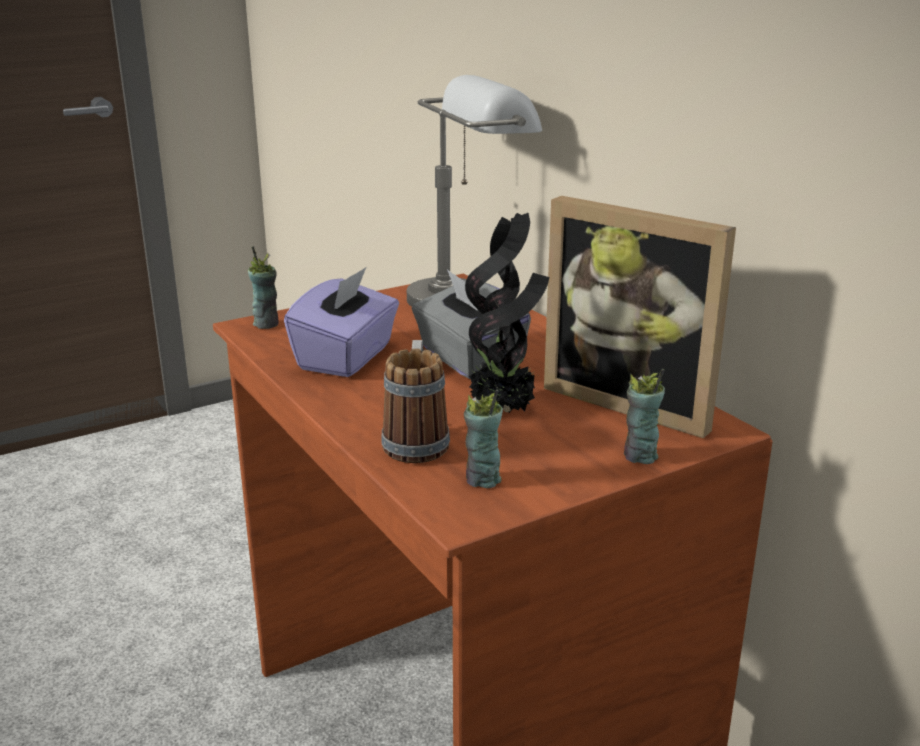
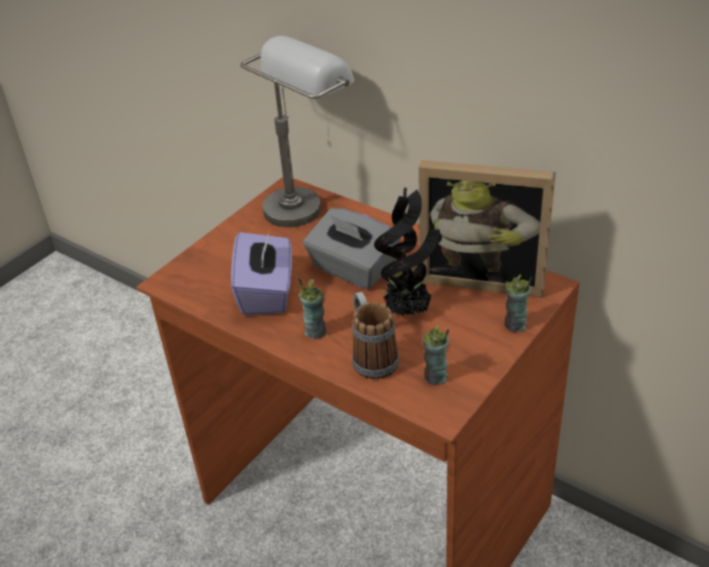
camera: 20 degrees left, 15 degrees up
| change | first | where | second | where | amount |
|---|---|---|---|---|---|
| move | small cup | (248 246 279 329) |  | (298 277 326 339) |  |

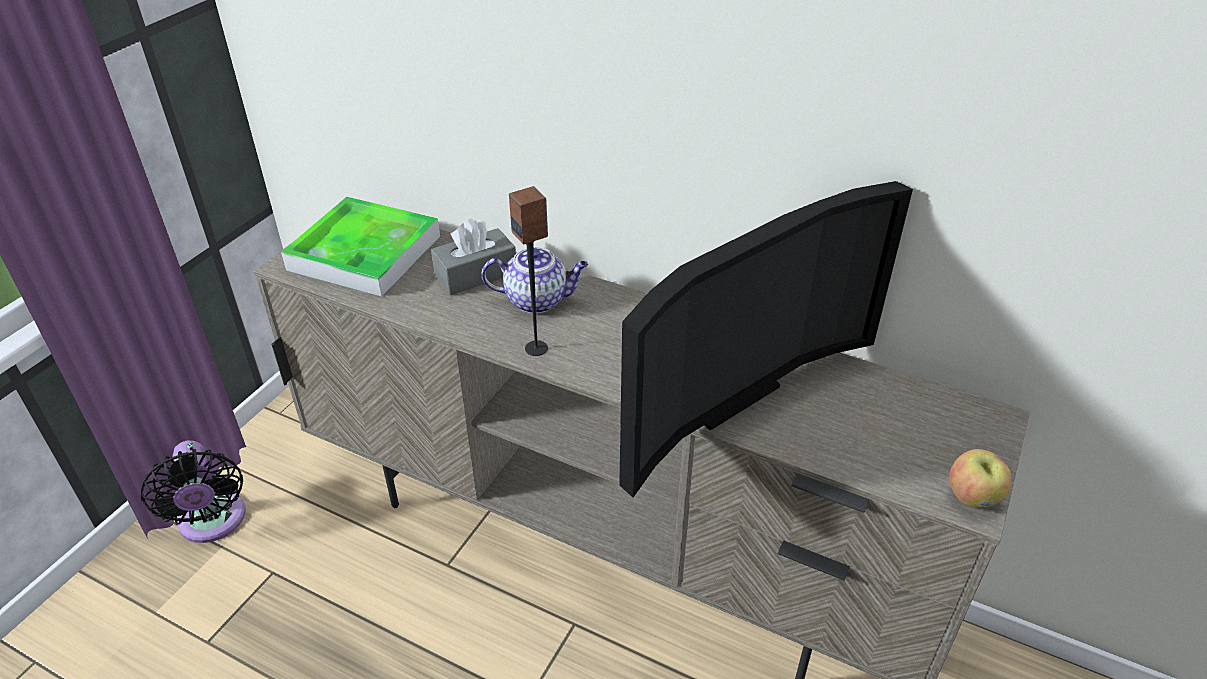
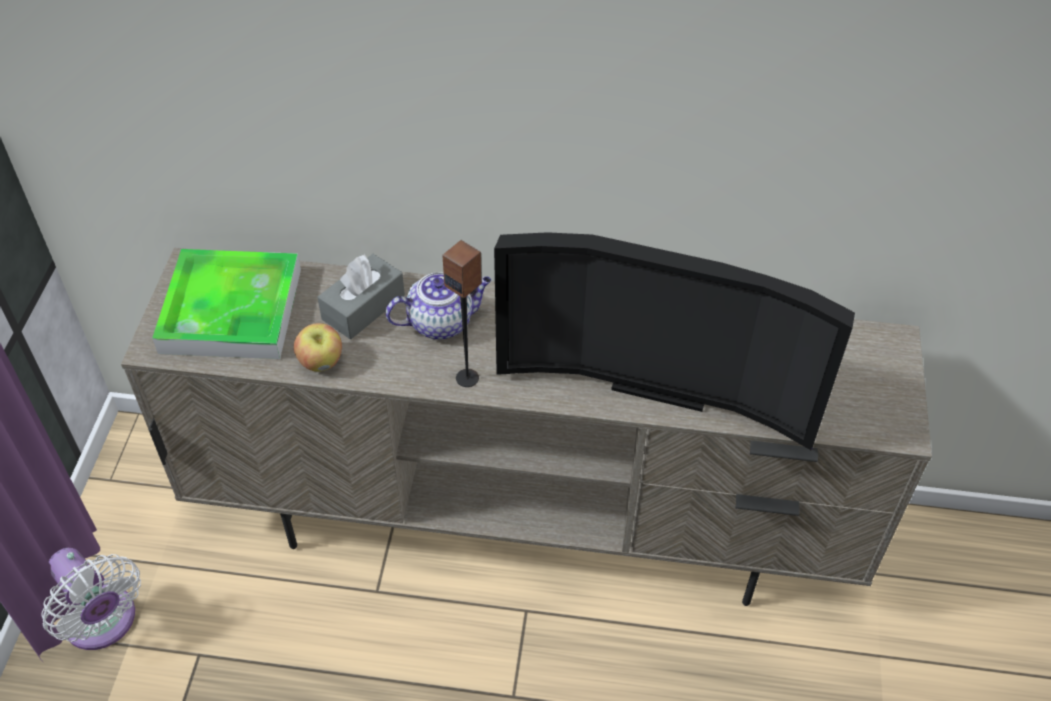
camera: 20 degrees left, 10 degrees up
| change | first | where | second | where | amount |
|---|---|---|---|---|---|
| move | whole apple | (949 449 1012 507) |  | (294 323 342 372) |  |
| recolor | blackish fan | (140 440 245 543) | white-coloured fan | (42 548 141 650) |  |
| rotate | TV | (619 181 913 498) |  | (494 232 855 451) | 75 degrees clockwise |

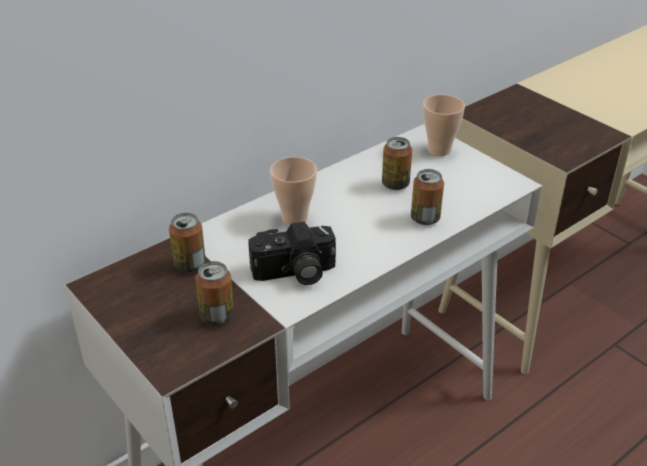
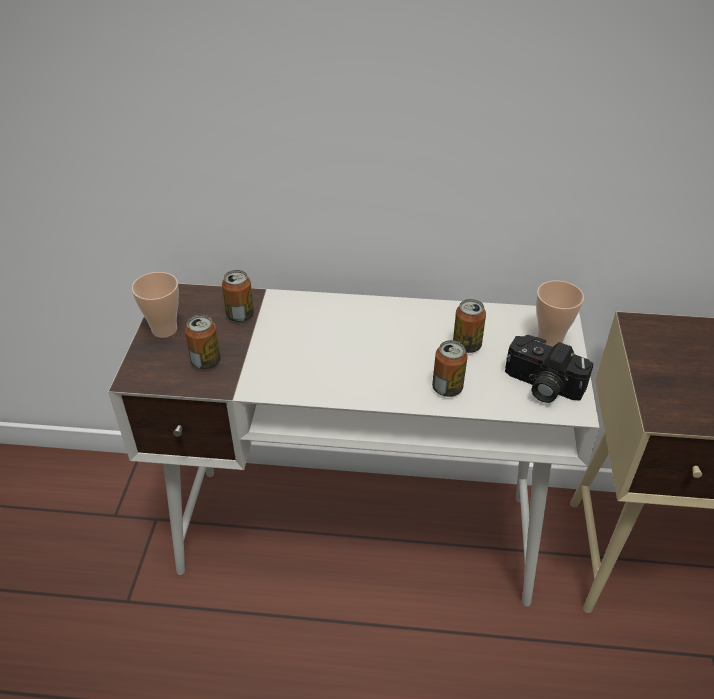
camera: 45 degrees right, 5 degrees up
| change | first | where | second | where | amount |
|---|---|---|---|---|---|
| move | photo camera | (248 222 336 285) |  | (505 335 593 403) |  |
| move | small cup | (270 157 317 225) |  | (132 272 179 338) |  |

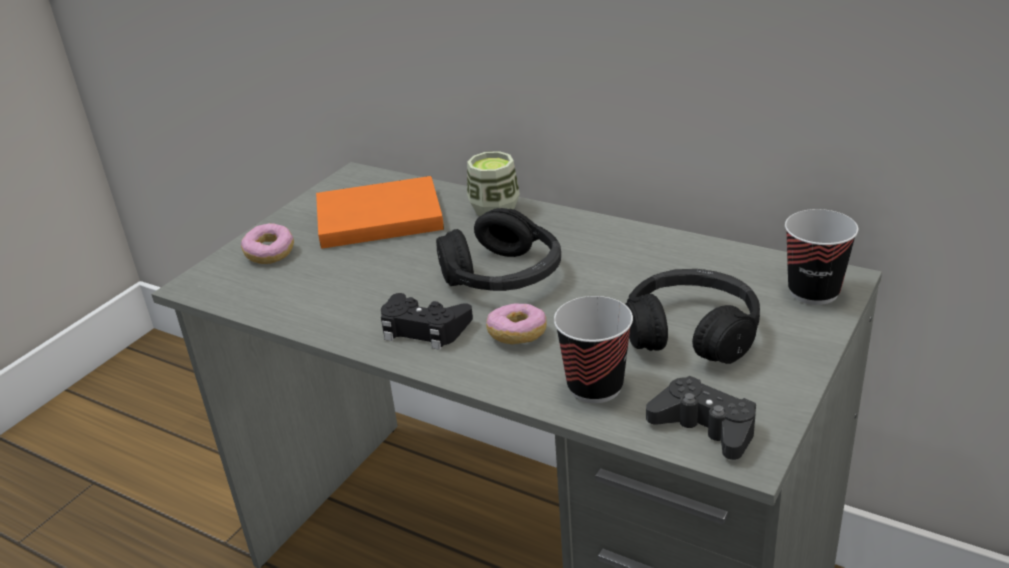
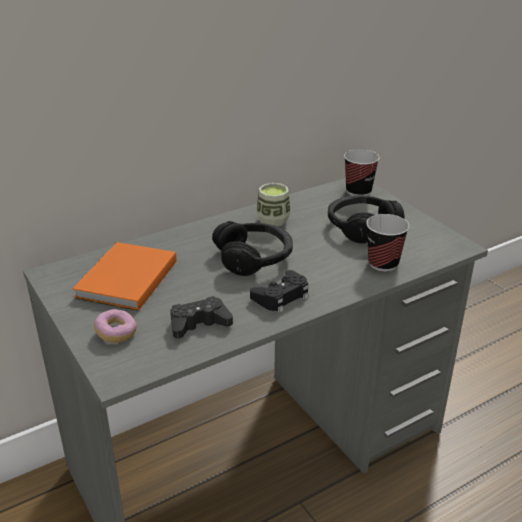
camera: 65 degrees left, 0 degrees up
| change | first | where | second | where | amount |
|---|---|---|---|---|---|
| delete | doughnut | (486 304 547 344) |  |  |  |
| move | small cup | (467 151 520 216) |  | (257 183 291 227) |  |
| move | blackish gamepad | (646 376 756 460) |  | (170 296 233 338) |  |

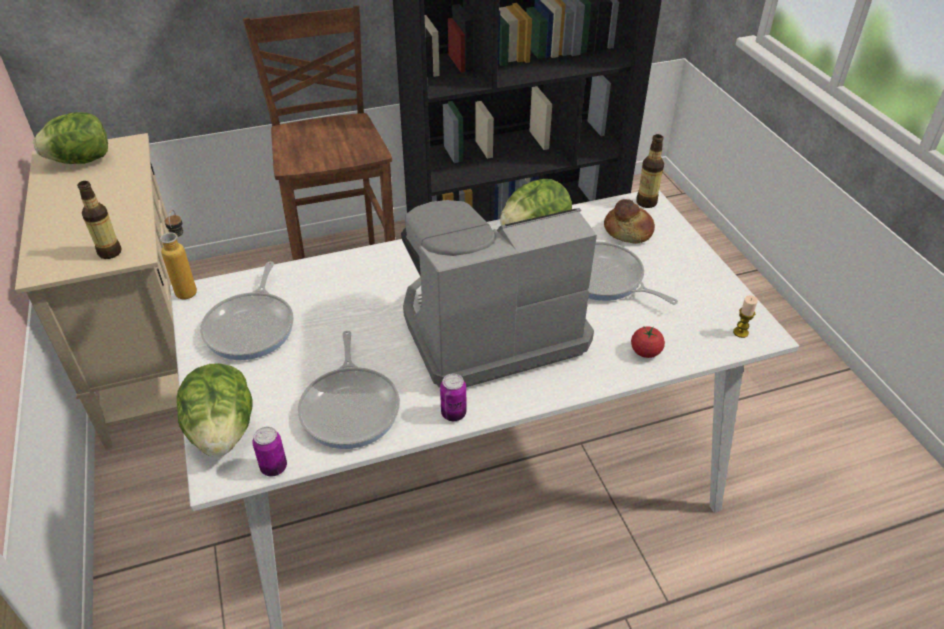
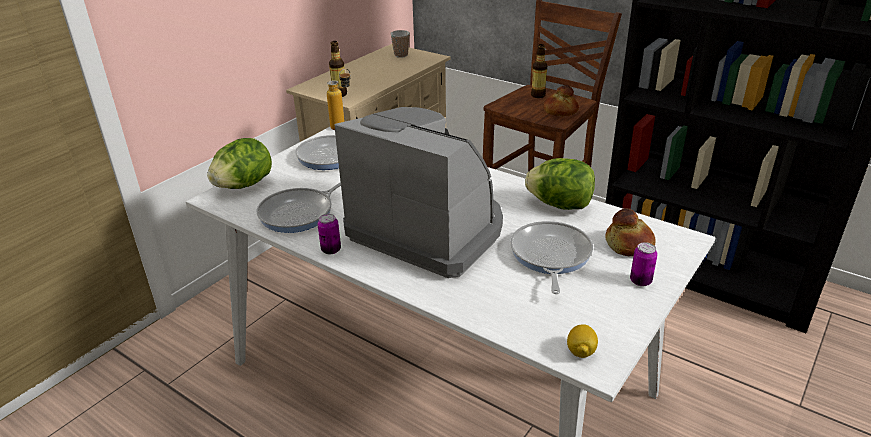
camera: 55 degrees right, 10 degrees down
| change | first | where | second | where | amount |
|---|---|---|---|---|---|
| delete | fresh tomato | (631 326 665 358) |  |  |  |
| insert |  |  | bakery bread | (543 85 579 116) |  |
| move | metal can | (252 427 287 476) |  | (630 242 658 286) |  |
| move | beverage bottle | (636 134 664 208) |  | (531 44 547 98) |  |
| replace | lettuce | (33 112 108 164) | small cup | (390 30 410 58) |  |
| replace | wax candle | (733 295 758 338) | lemon | (567 324 598 358) |  |

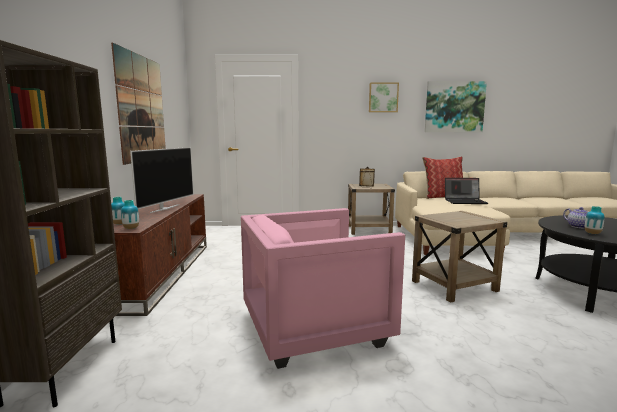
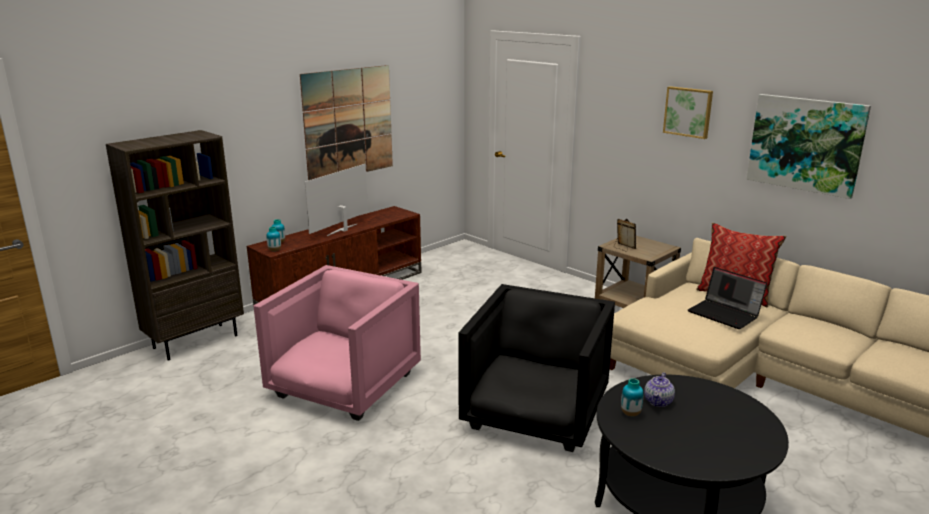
camera: 45 degrees right, 10 degrees up
| change | first | where | second | where | amount |
|---|---|---|---|---|---|
| replace | beige end table | (412 211 507 302) | blackish lounge chair | (458 284 615 452) |  |
| rotate | TV | (130 147 194 213) |  | (305 164 368 236) | 150 degrees clockwise |
| rotate | pinkish lounge chair | (241 208 405 369) |  | (254 265 421 421) | 90 degrees clockwise |

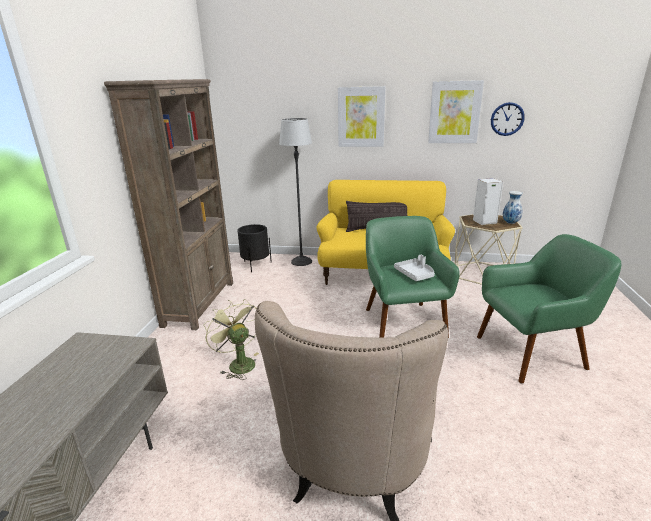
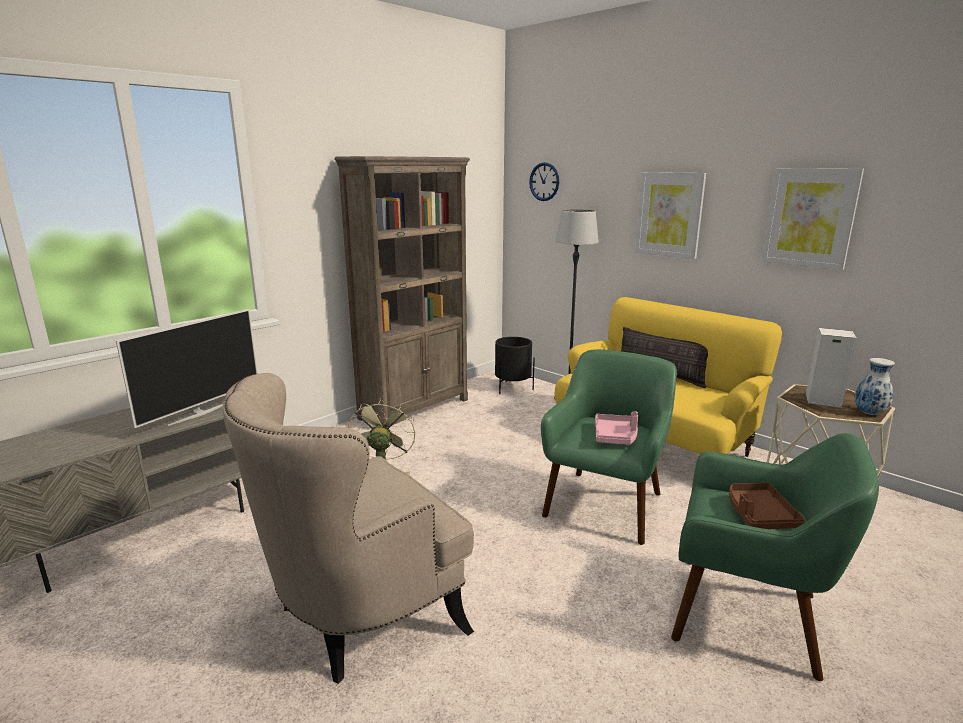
camera: 35 degrees right, 5 degrees down
| change | first | where | second | where | amount |
|---|---|---|---|---|---|
| insert |  |  | TV | (116 309 258 428) |  |
| insert |  |  | brownish carrying tray | (729 483 806 529) |  |
| move | clock on the wall | (491 102 525 136) |  | (529 162 559 201) |  |
| recolor | gray carrying tray | (394 255 435 281) | pinkish carrying tray | (595 411 638 445) |  |

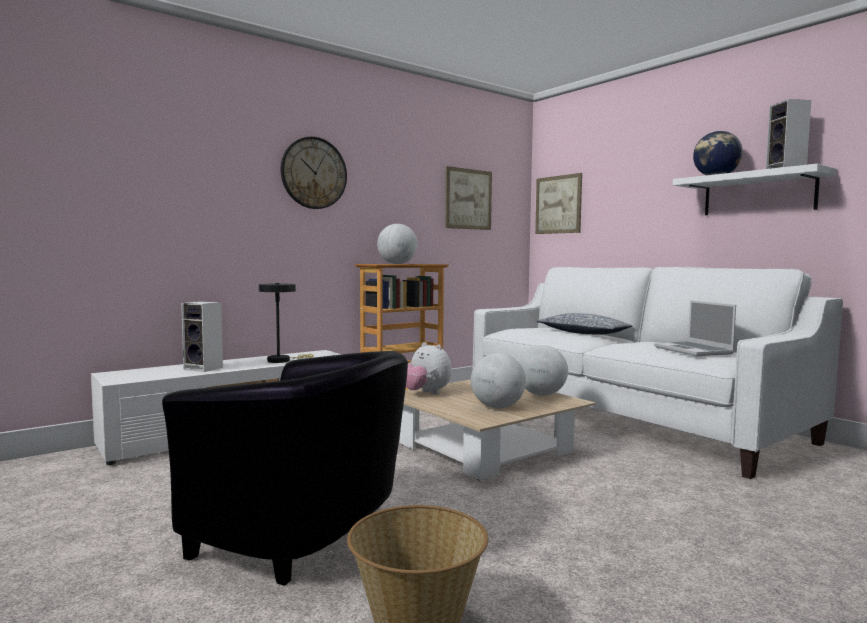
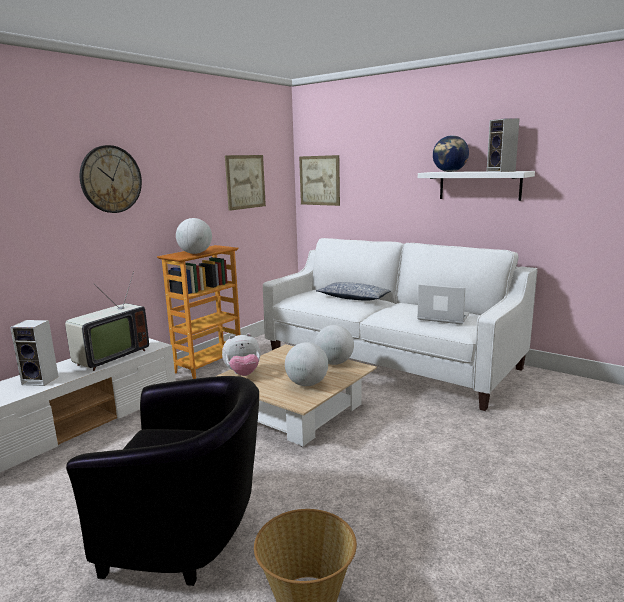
camera: 15 degrees left, 10 degrees up
| change | first | where | second | where | amount |
|---|---|---|---|---|---|
| replace | blackish table lamp | (259 283 314 363) | TV | (65 271 149 371) |  |
| rotate | soft toy | (406 342 452 394) |  | (222 333 261 376) | 45 degrees counterclockwise |
| rotate | portable computer | (654 300 736 356) |  | (417 284 469 324) | 150 degrees clockwise |

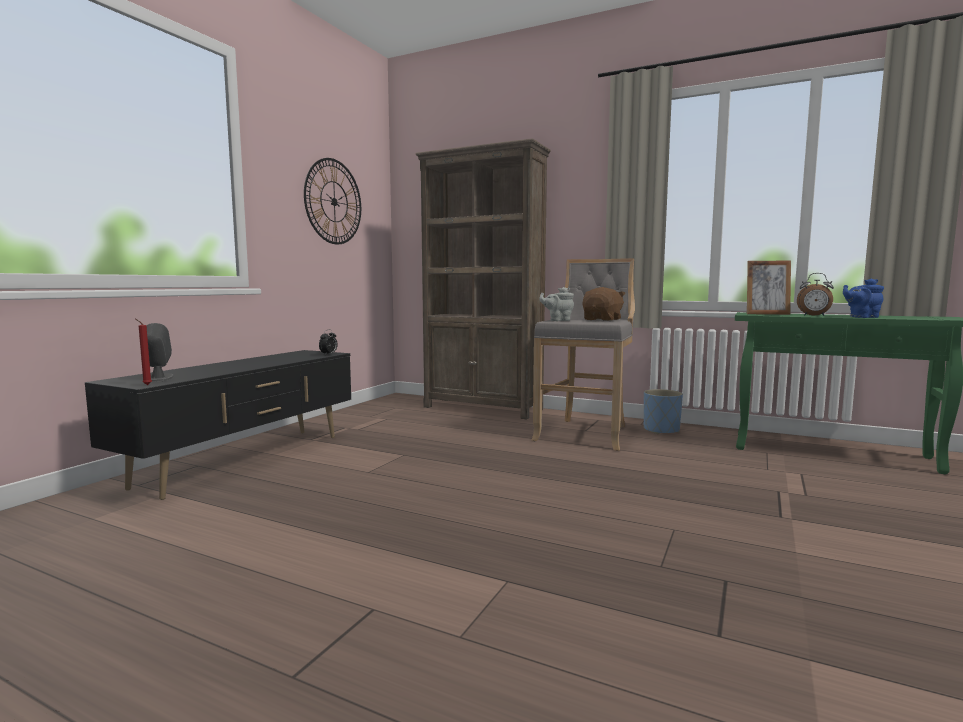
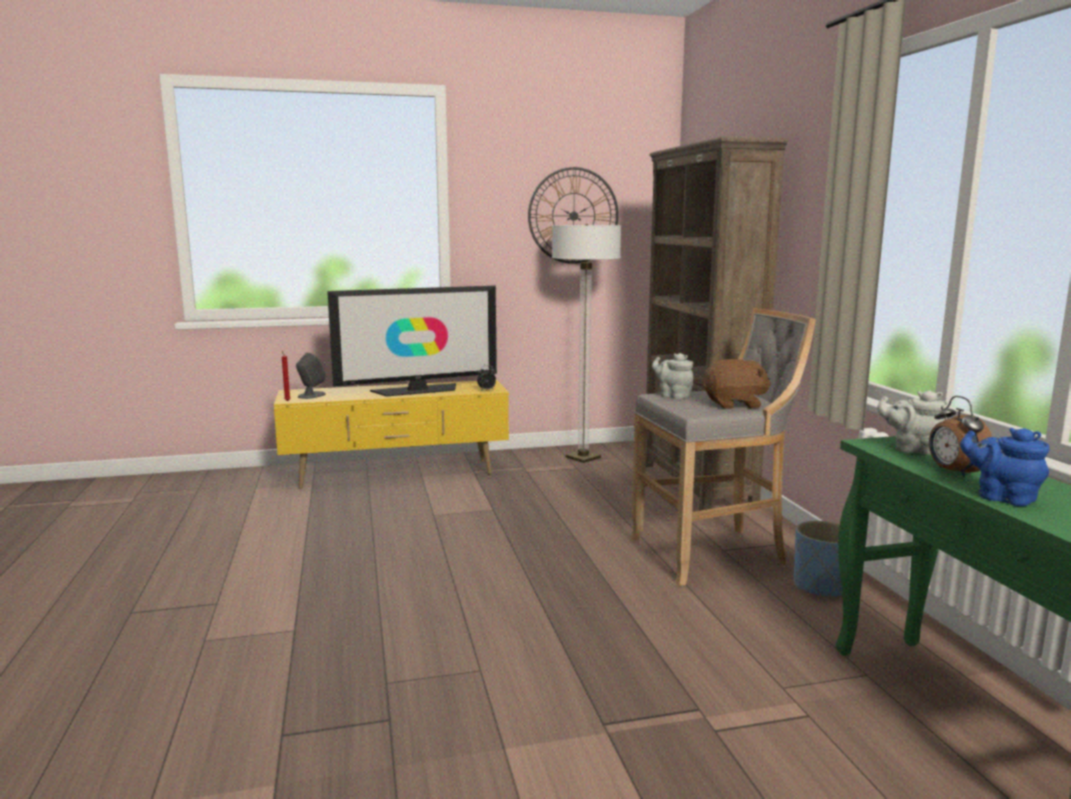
camera: 50 degrees right, 5 degrees up
| change | first | where | second | where | amount |
|---|---|---|---|---|---|
| insert |  |  | TV | (327 285 497 397) |  |
| insert |  |  | floor lamp | (552 224 621 463) |  |
| replace | picture frame | (747 261 791 315) | gray pot for tea | (877 390 949 455) |  |
| recolor | blackish media console | (85 350 351 500) | yellow-coloured media console | (274 380 509 489) |  |

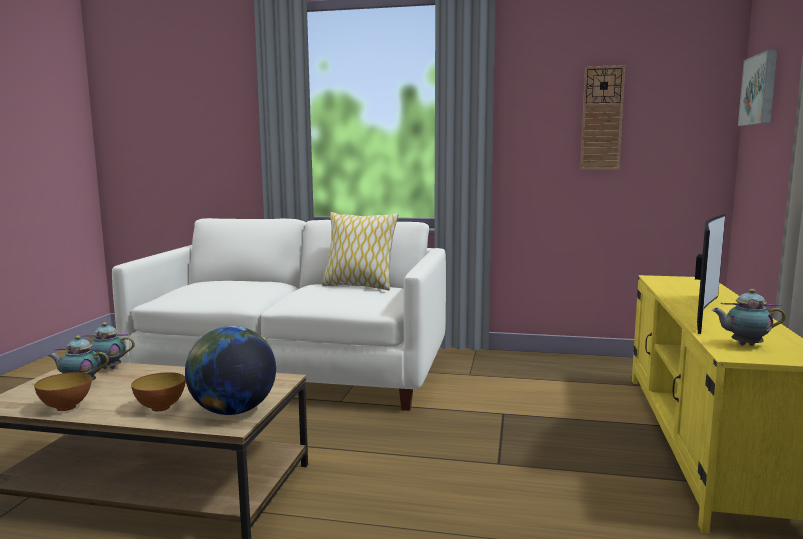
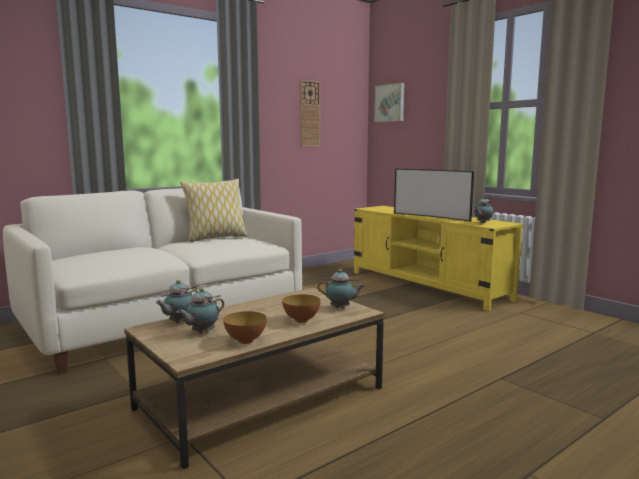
camera: 50 degrees left, 0 degrees up
| change | first | where | second | where | amount |
|---|---|---|---|---|---|
| replace | globe | (185 326 276 415) | pot for tea | (317 269 365 308) |  |
| rotate | TV | (695 214 725 334) |  | (394 168 474 221) | 150 degrees clockwise |

